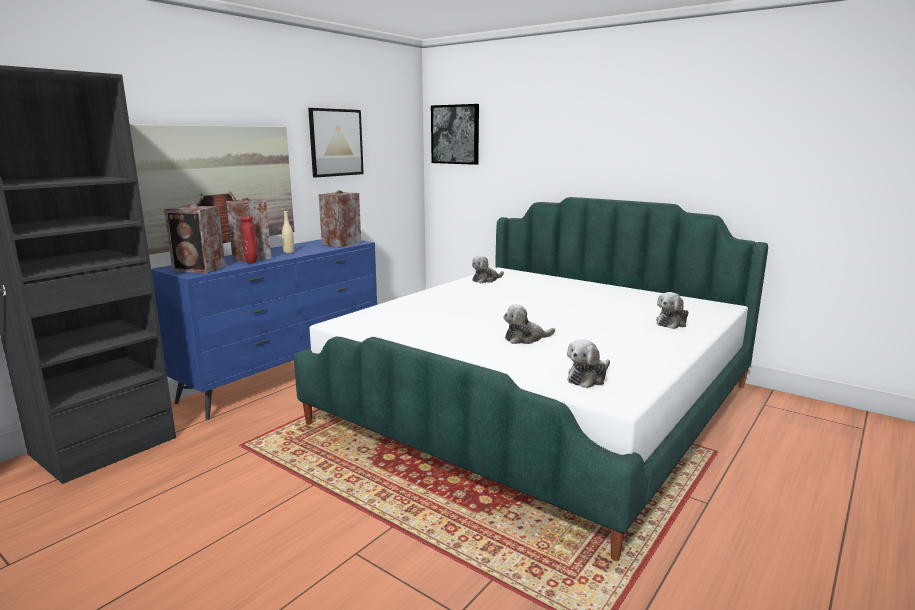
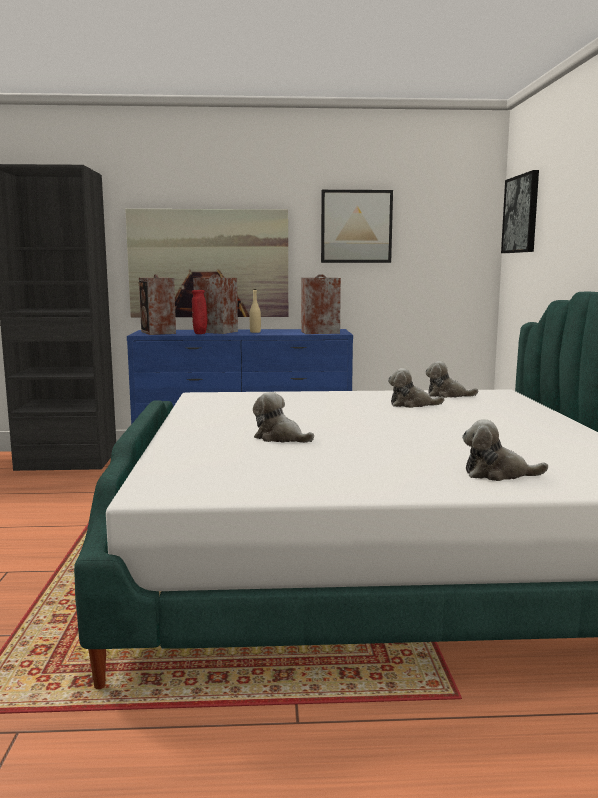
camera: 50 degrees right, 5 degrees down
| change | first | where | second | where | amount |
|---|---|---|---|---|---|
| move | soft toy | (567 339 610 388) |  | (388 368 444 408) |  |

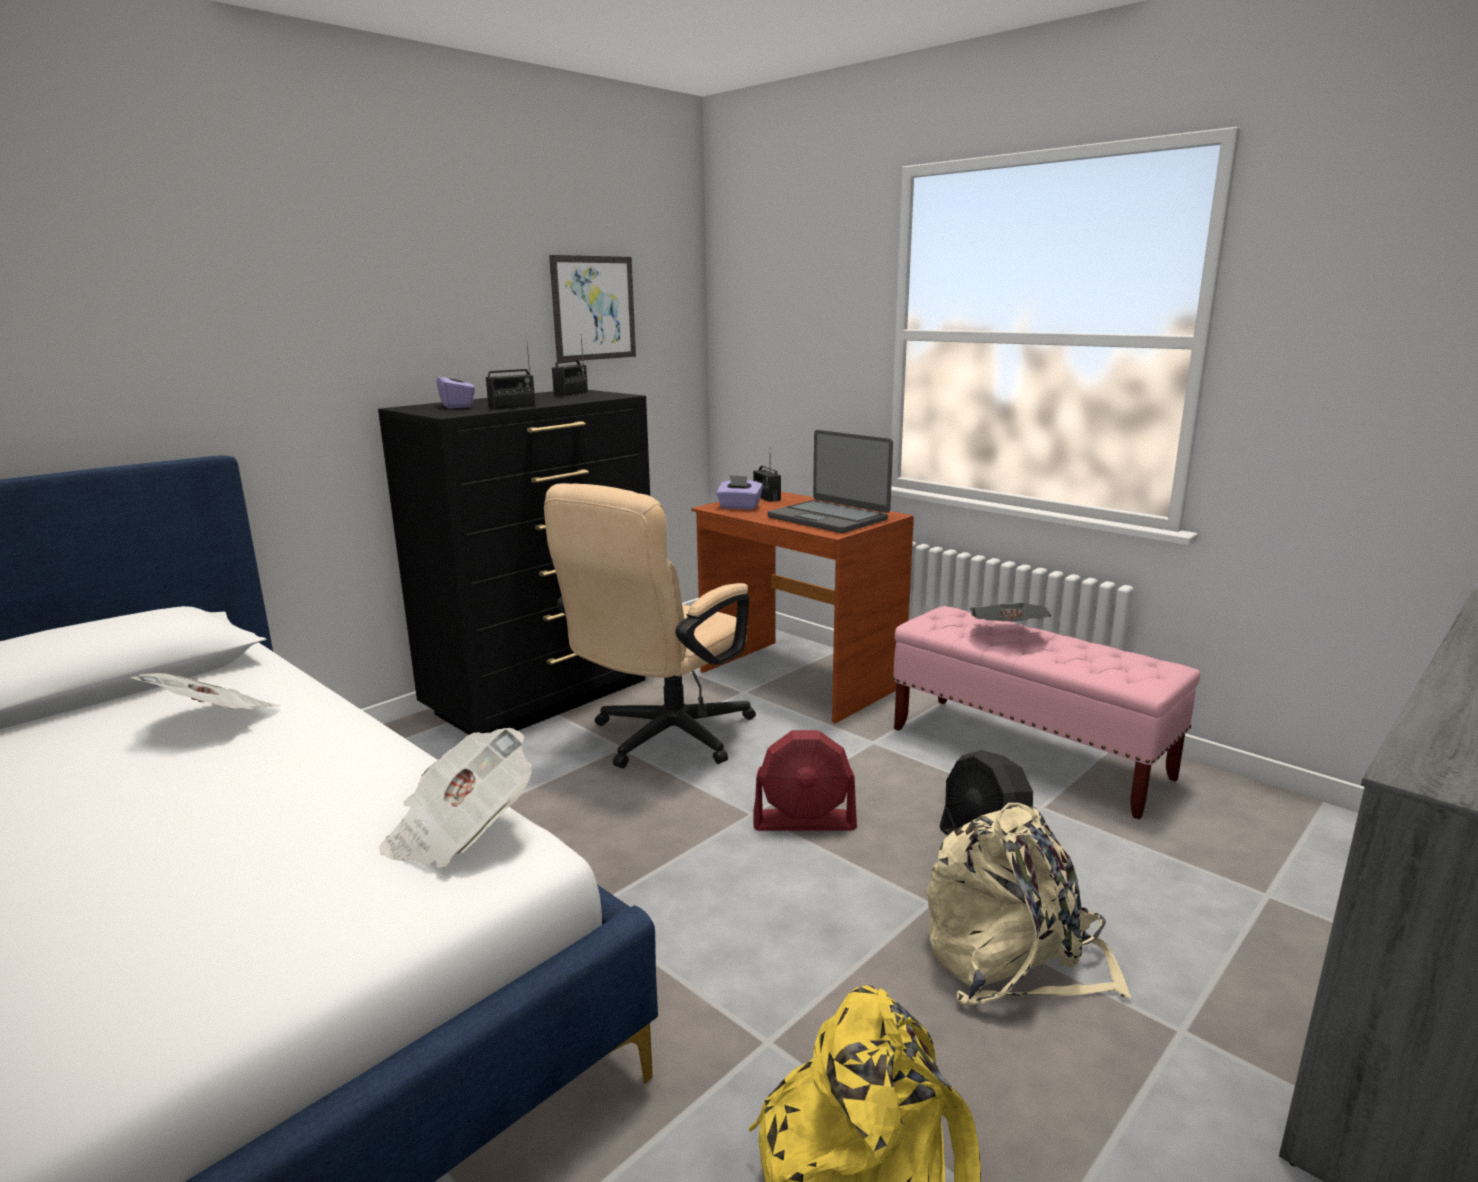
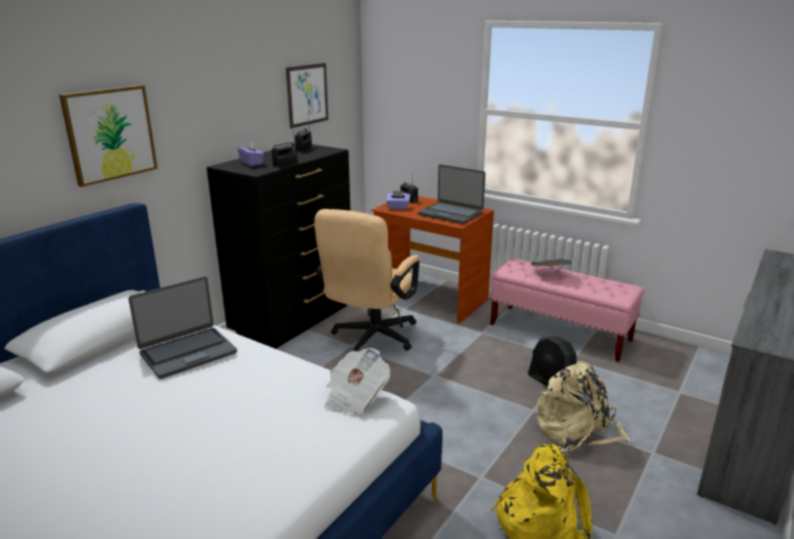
camera: 10 degrees left, 5 degrees up
| change | first | where | second | where | amount |
|---|---|---|---|---|---|
| delete | red fan | (754 730 857 831) |  |  |  |
| insert |  |  | wall picture | (59 85 158 187) |  |
| replace | daily paper | (130 673 281 710) | portable computer | (128 276 237 379) |  |

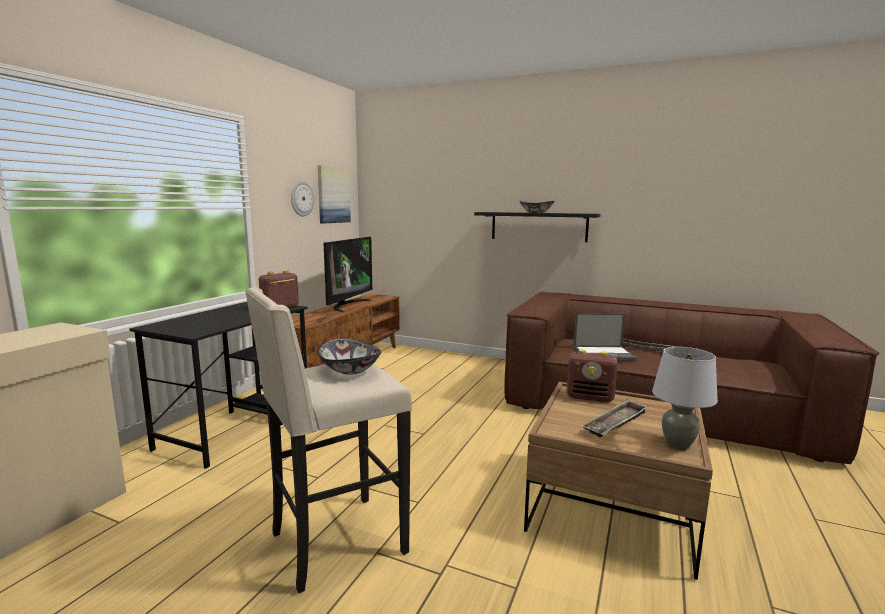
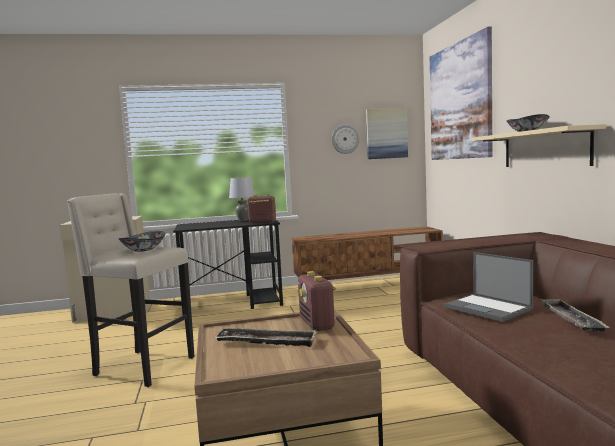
camera: 55 degrees right, 5 degrees down
| change | first | where | second | where | amount |
|---|---|---|---|---|---|
| delete | TV | (324 237 372 312) |  |  |  |
| insert |  |  | wall picture | (430 27 492 160) |  |
| move | gray table lamp | (652 347 718 450) |  | (229 177 254 221) |  |
| recolor | blackish bracket shelf | (474 212 601 242) | beige bracket shelf | (471 124 606 167) |  |

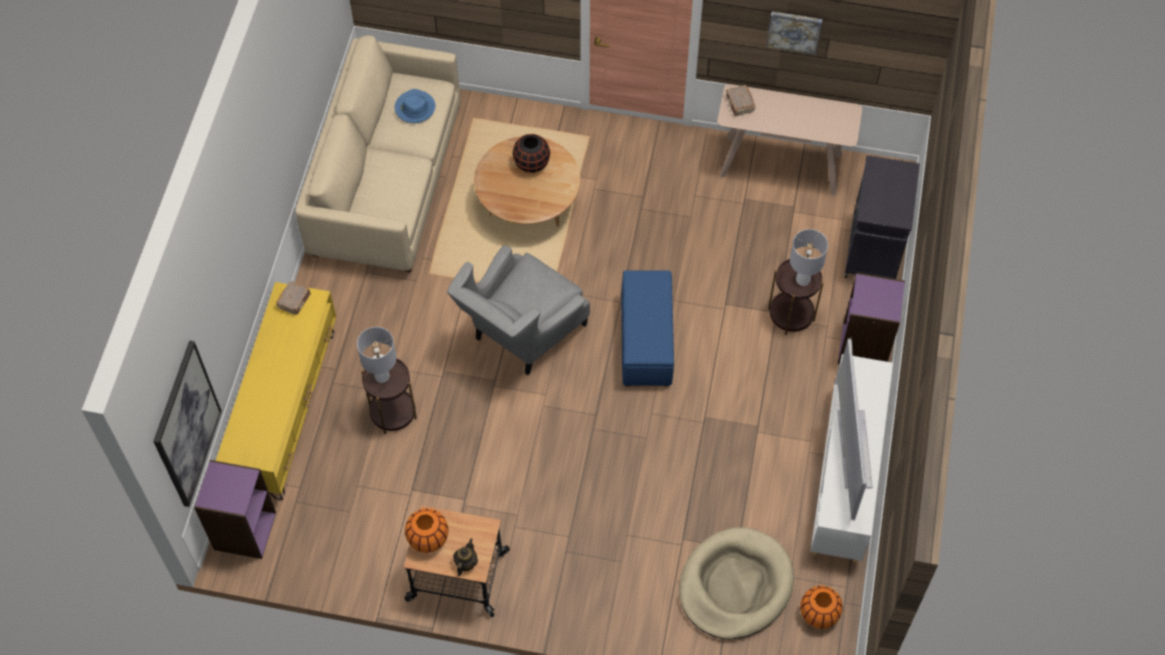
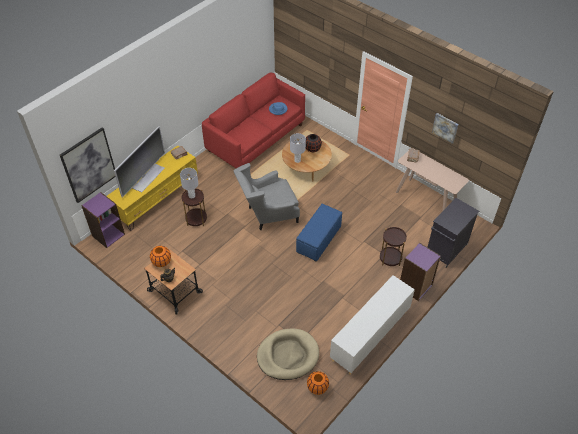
camera: 30 degrees right, 10 degrees down
| change | first | where | second | where | amount |
|---|---|---|---|---|---|
| move | gray table lamp | (790 229 828 286) |  | (290 133 306 163) |  |
| move | TV | (837 337 873 521) |  | (114 126 165 198) |  |
| recolor | beige sofa | (296 36 461 273) | red sofa | (202 73 305 168) |  |

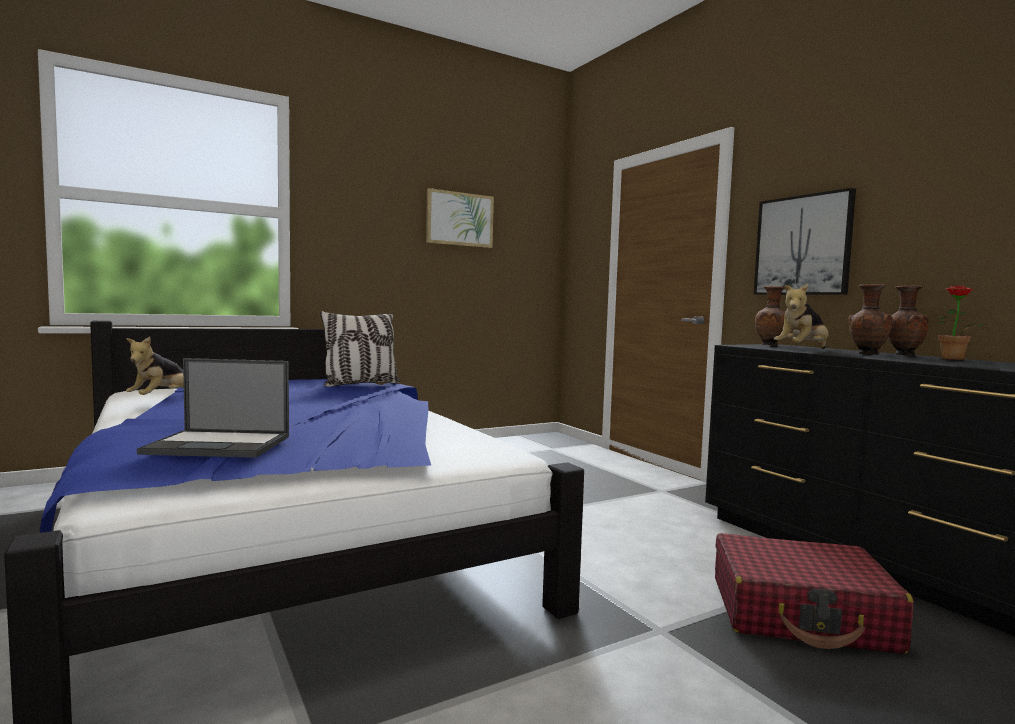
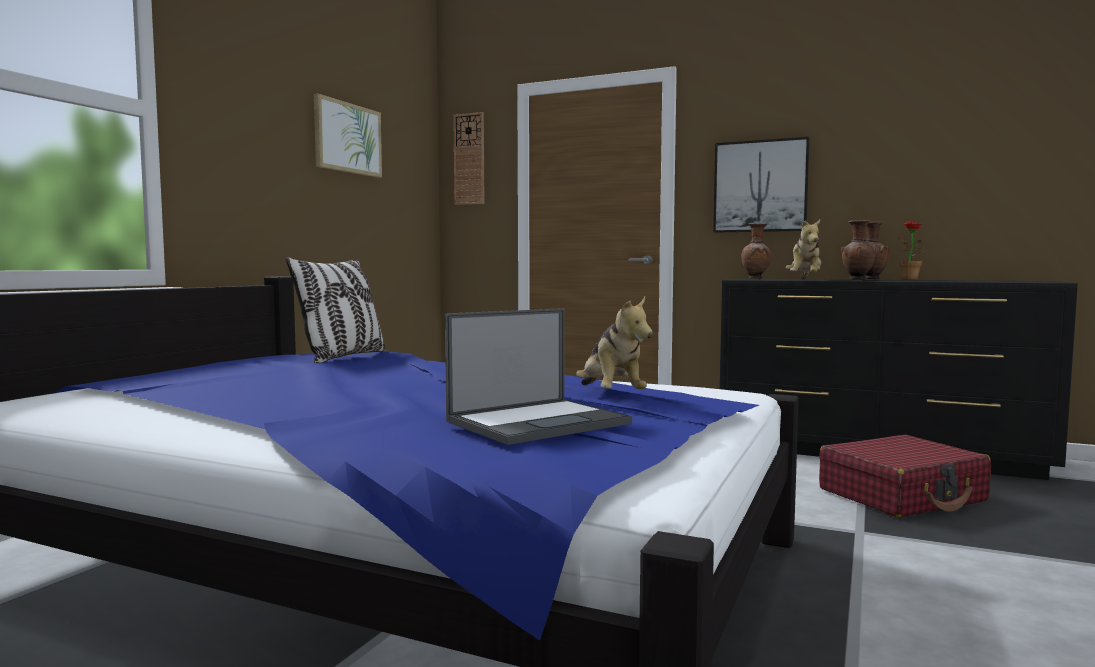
camera: 35 degrees left, 0 degrees up
| change | first | where | second | where | amount |
|---|---|---|---|---|---|
| insert |  |  | clock on the wall | (453 112 485 205) |  |
| move | soft toy | (126 337 184 395) |  | (576 297 653 389) |  |

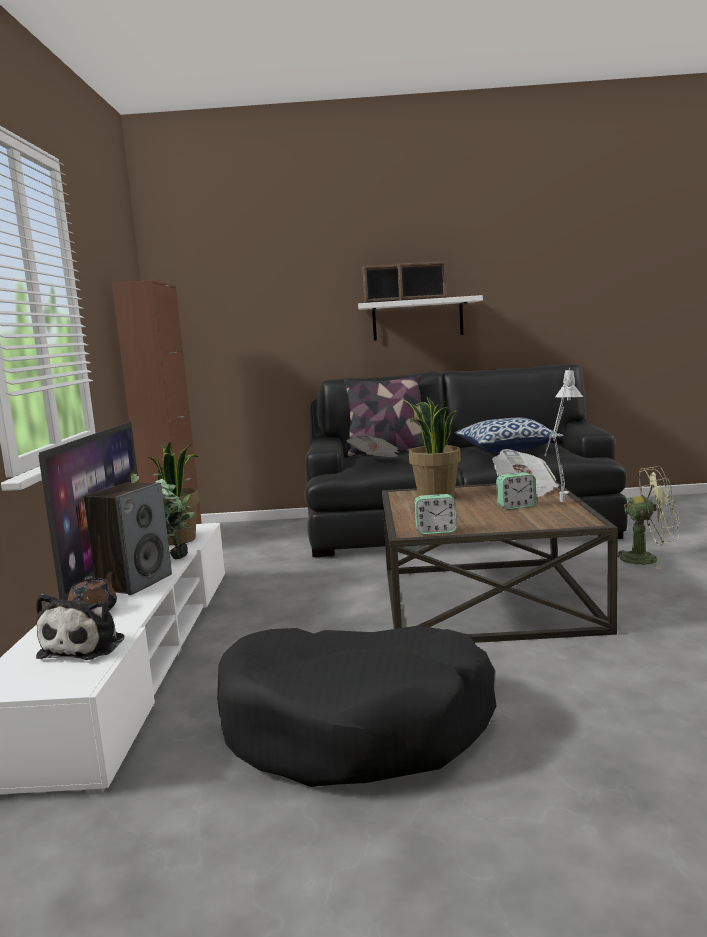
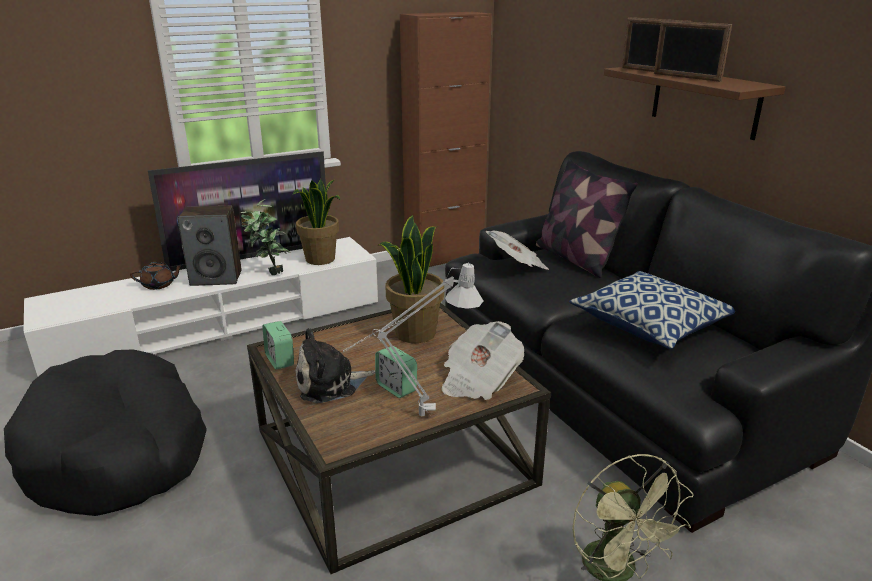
camera: 60 degrees right, 15 degrees up
| change | first | where | second | where | amount |
|---|---|---|---|---|---|
| move | soft toy | (36 594 124 660) |  | (296 328 375 403) |  |
| recolor | white-coloured bracket shelf | (358 295 483 340) | brownish bracket shelf | (604 67 786 140) |  |

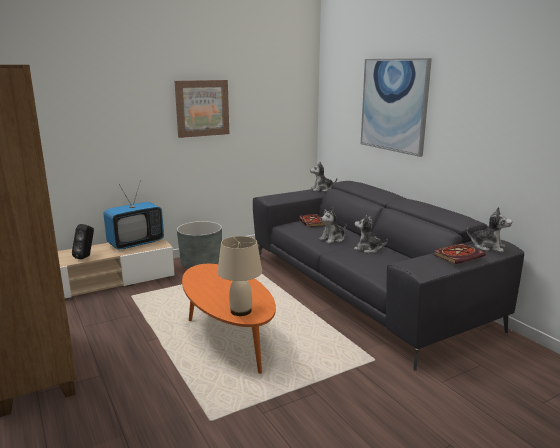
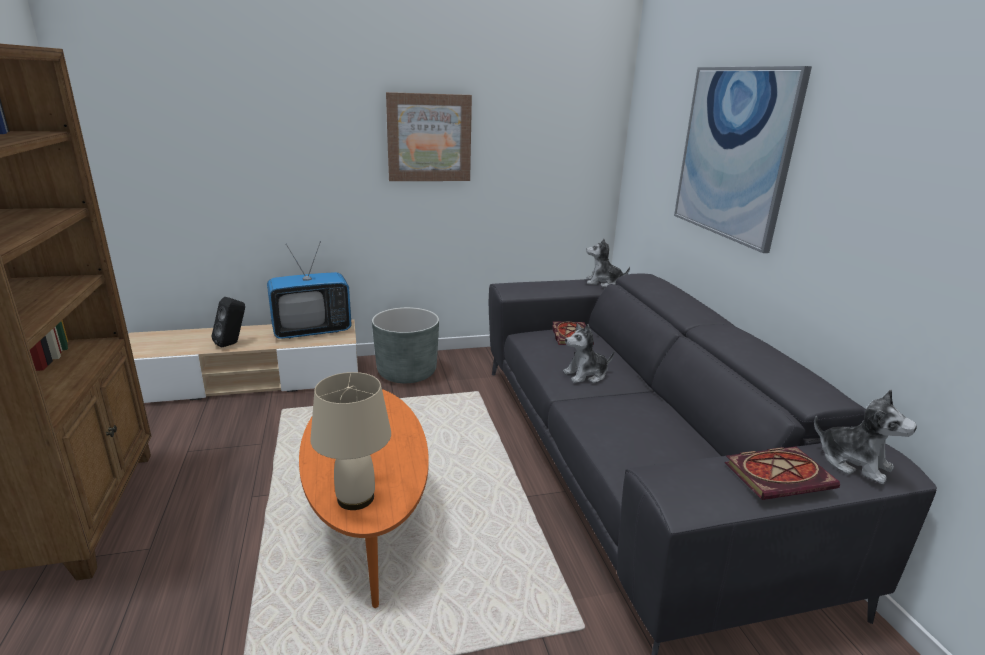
camera: 15 degrees right, 5 degrees up
| change | first | where | second | where | amount |
|---|---|---|---|---|---|
| delete | soft toy | (354 215 388 253) |  |  |  |

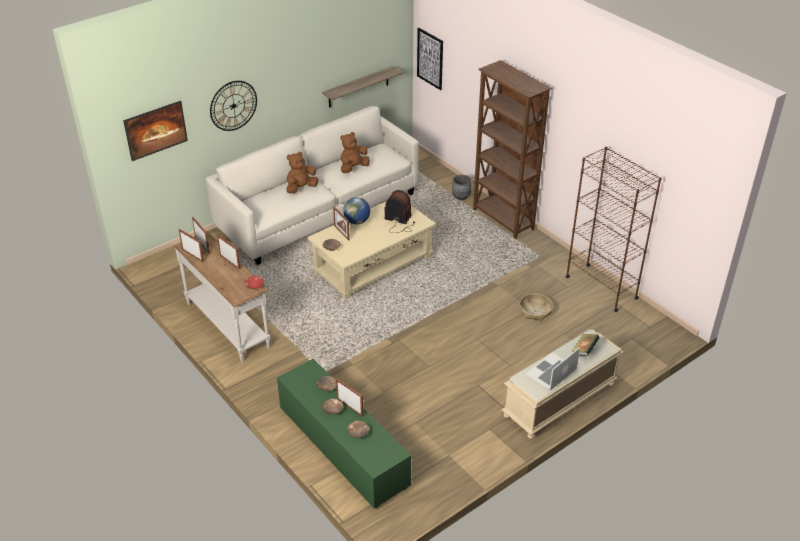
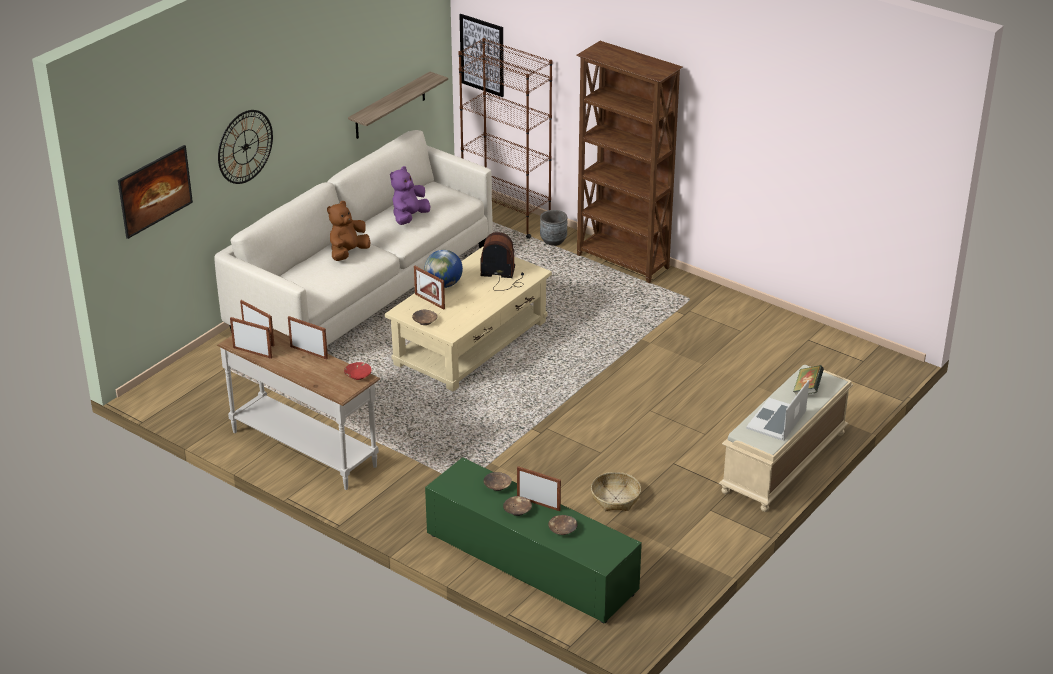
camera: 15 degrees left, 5 degrees down
| change | first | where | second | where | amount |
|---|---|---|---|---|---|
| move | basket | (520 294 553 321) |  | (591 472 641 511) |  |
| move | brownish bookshelf | (566 146 662 312) |  | (458 38 552 239) |  |
| recolor | brownish soft toy | (341 132 370 173) | purple soft toy | (390 166 430 225) |  |

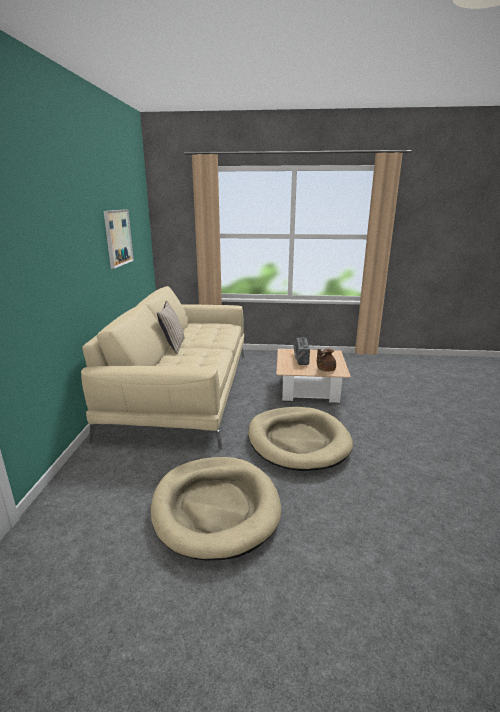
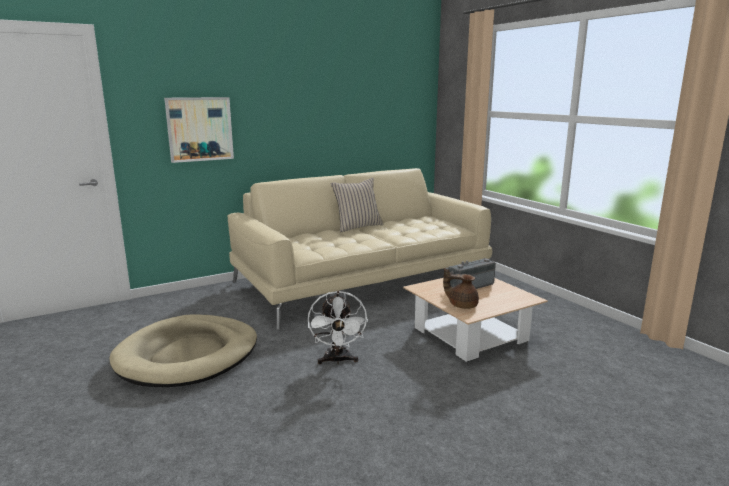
camera: 55 degrees right, 5 degrees down
| change | first | where | second | where | amount |
|---|---|---|---|---|---|
| move | wall picture | (104 209 134 269) |  | (164 97 234 163) |  |
| replace | beige dog cushion | (248 407 353 471) | white-coloured fan | (308 291 368 364) |  |

